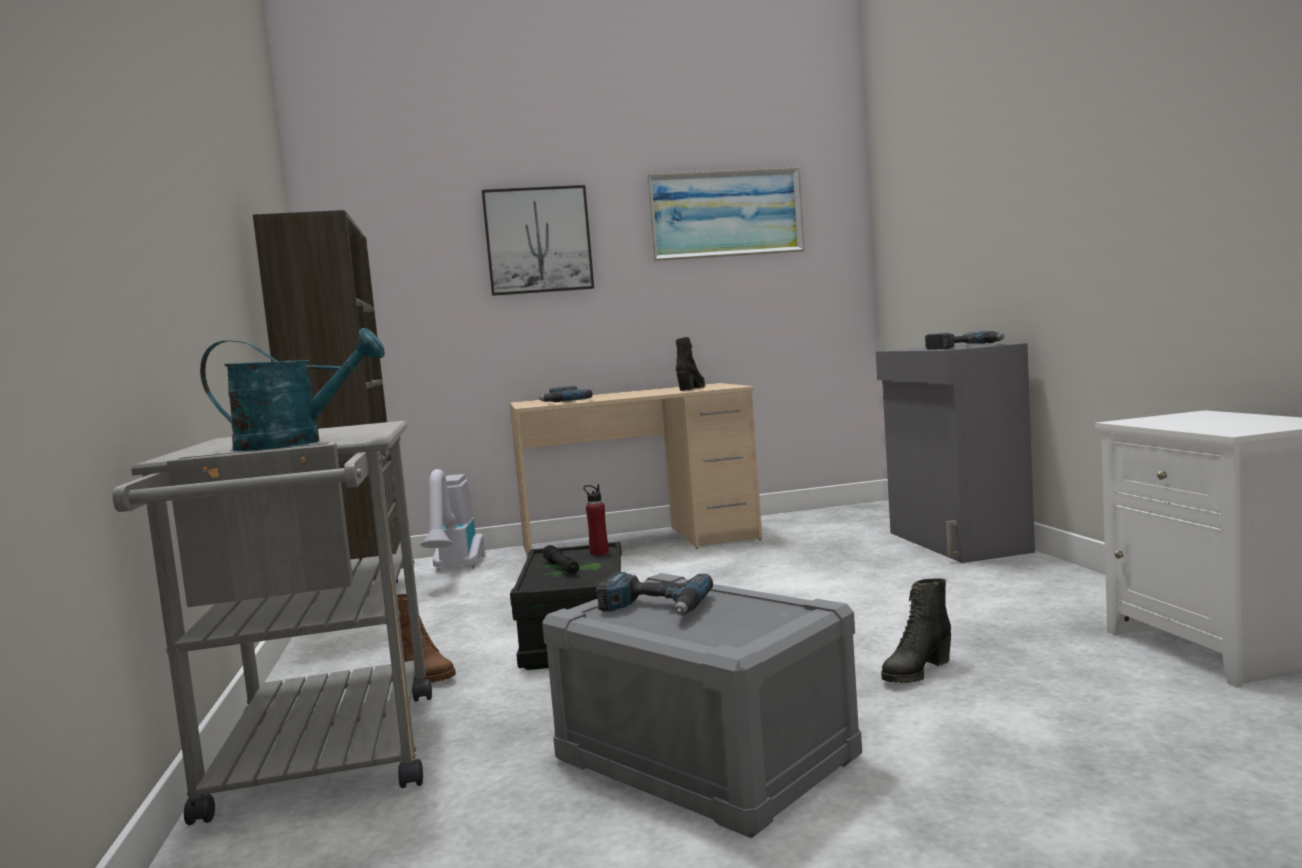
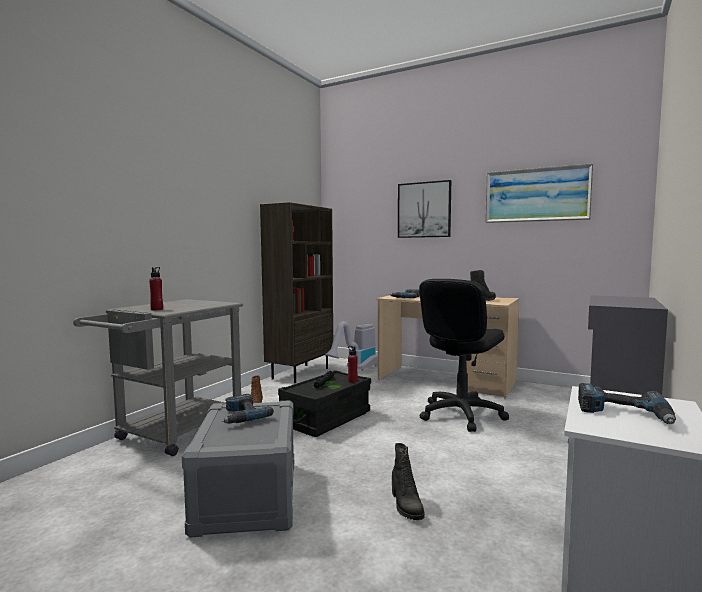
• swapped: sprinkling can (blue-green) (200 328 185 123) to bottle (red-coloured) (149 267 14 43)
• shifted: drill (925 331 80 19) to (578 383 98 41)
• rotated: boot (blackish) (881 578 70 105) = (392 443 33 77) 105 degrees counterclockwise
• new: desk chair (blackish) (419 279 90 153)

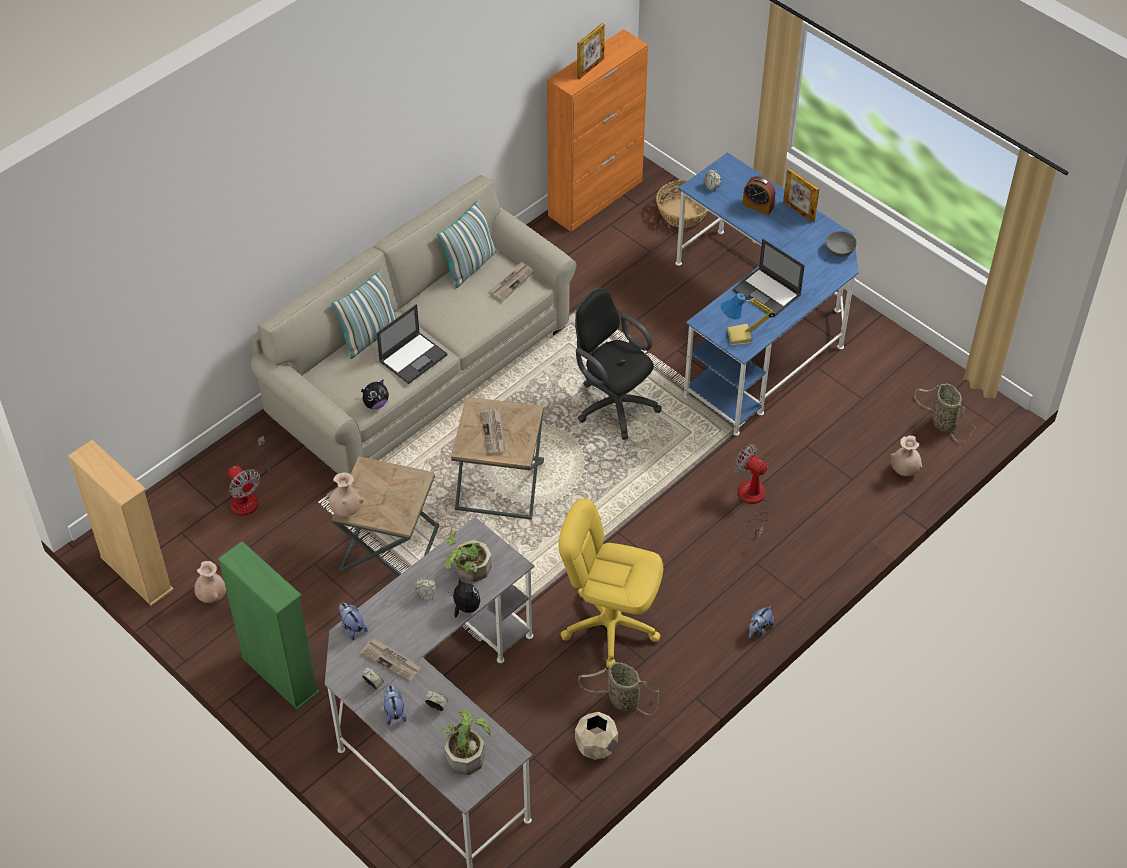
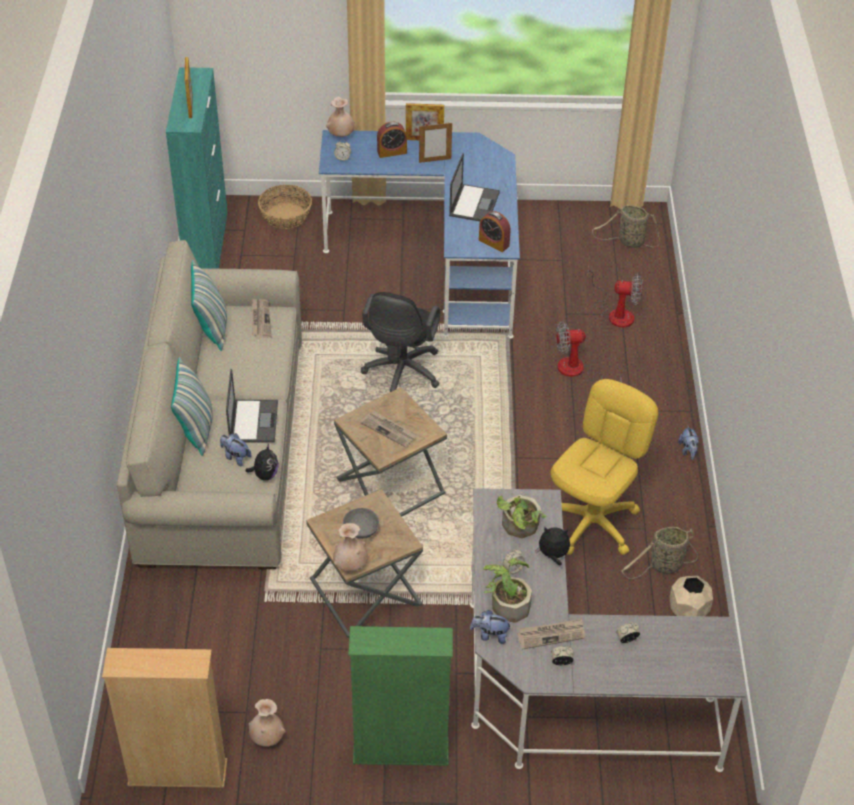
• repainted: storage cabinet (orange-coloured) (547 29 101 203) to storage cabinet (blue-green) (166 67 62 202)
• shifted: bowl (greyish) (825 231 32 26) to (343 508 36 31)
• rotated: portable computer (733 239 72 79) = (449 153 51 68) 75 degrees counterclockwise
• rotated: desk chair (blackish) (575 288 87 152) = (361 292 79 100) 75 degrees counterclockwise
• swapped: table lamp (721 293 54 52) to table clock (479 211 32 41)
• shifted: cooling fan (228 436 42 79) to (588 267 55 61)
• shifted: decorative vase (sand-coloured) (890 436 32 40) to (326 97 29 40)
• rotated: desk chair (yellowish) (558 498 105 169) = (551 379 107 176) 150 degrees clockwise
• shifted: soft toy (384 685 23 40) to (220 433 32 33)
• shifted: houseplant (438 709 53 66) to (484 558 48 65)
• new: picture frame (419 122 33 41)

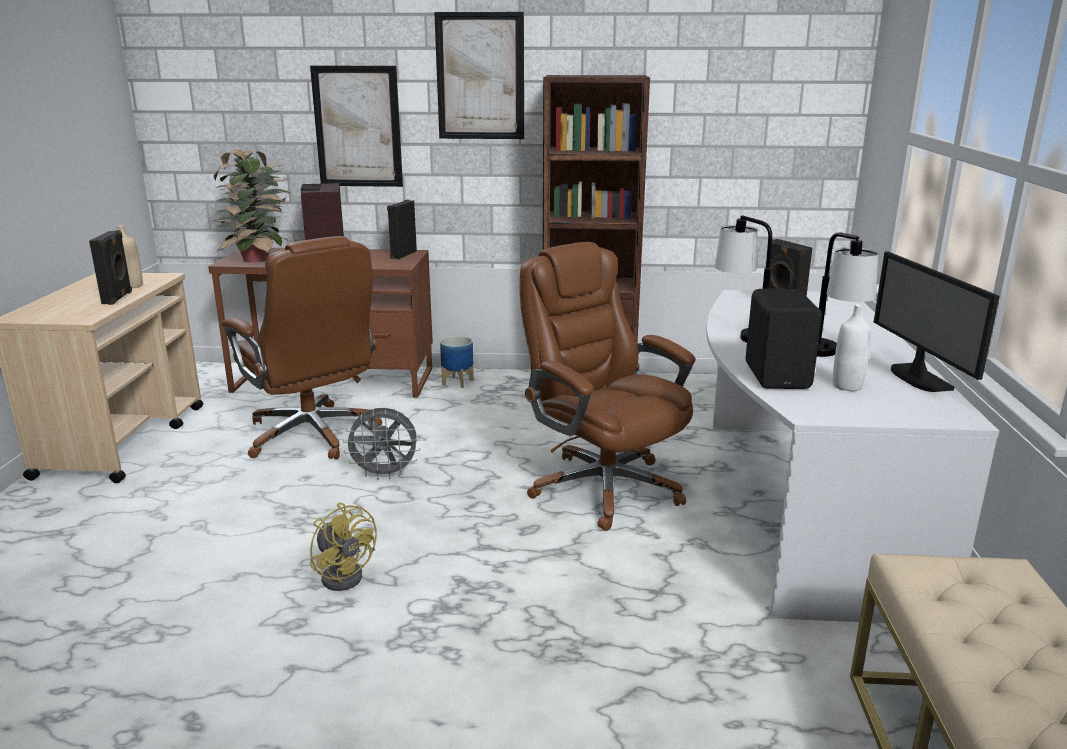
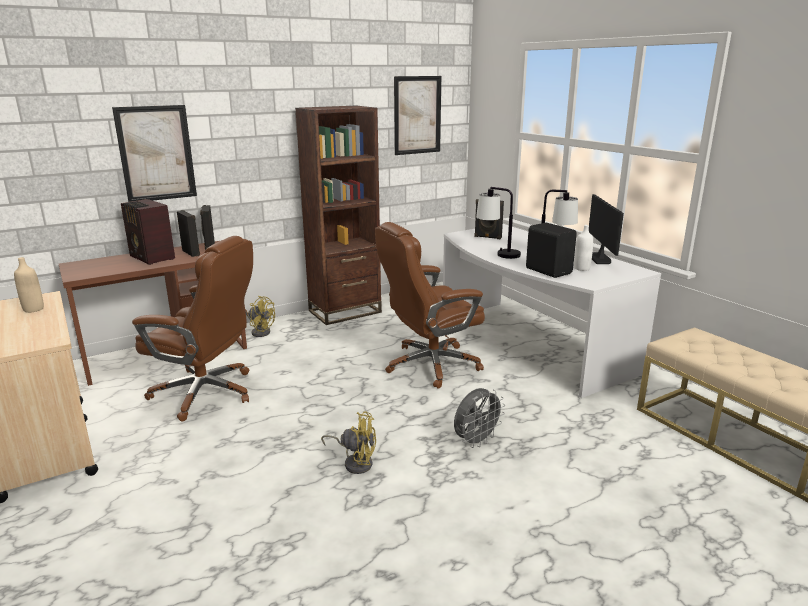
• shifted: wall art (434 12 90 127) to (394 76 47 79)
• gone: houseplant (213 149 79 114)
• shifted: loudspeaker (blackish) (89 230 43 75) to (177 210 23 47)
• rotated: desk chair (brown-coloured) (520 242 175 289) = (375 222 110 167) 45 degrees counterclockwise
• rotated: monitor (874 252 126 140) = (589 194 35 70) 135 degrees counterclockwise
• swapped: planter (440 336 33 52) to cooling fan (yellowish) (247 296 28 41)
• shifted: cooling fan (greyish) (343 408 78 72) to (454 388 51 60)

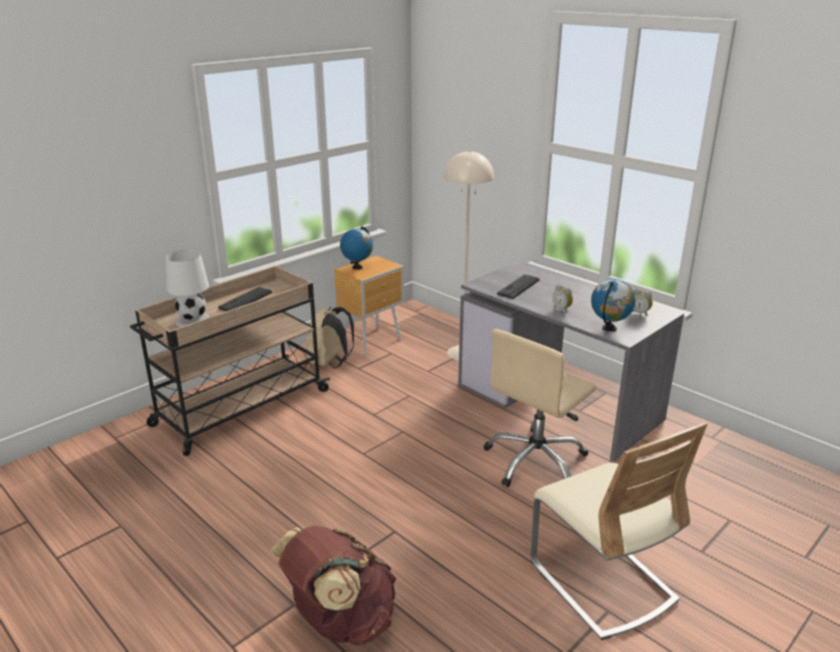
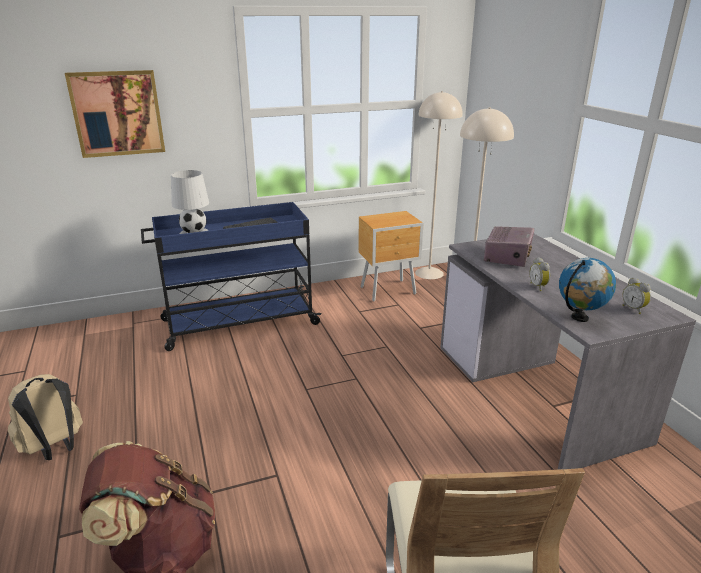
• gone: world globe (340 226 33 44)
• repainted: trolley (sand-coloured) (130 266 200 190) to trolley (bluish) (141 202 181 149)
• swapped: computer keyboard (497 274 42 25) to radio (484 226 50 41)
• shifted: knapsack (sand-coloured) (306 307 48 61) to (8 374 75 86)
• gone: desk chair (sand-coloured) (483 329 113 158)
• new: wall art (65 70 100 88)
• new: standing lamp (sand-coloured) (415 91 48 188)

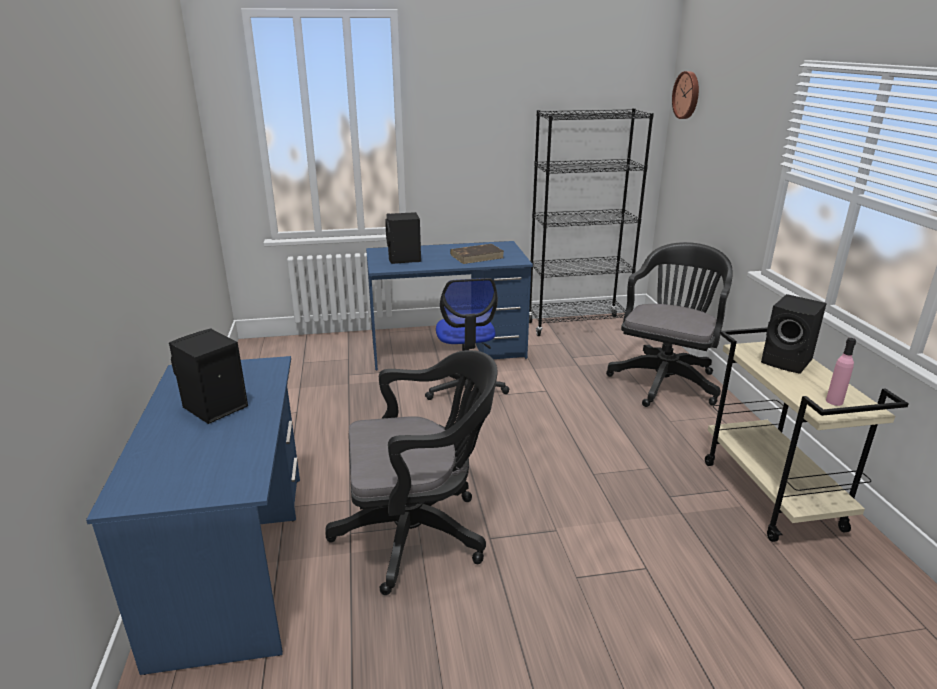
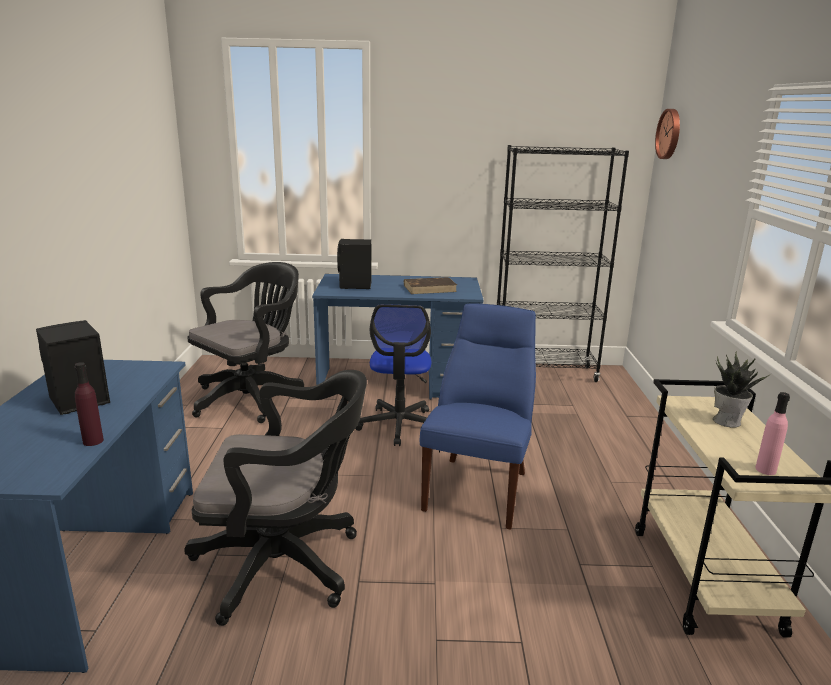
• shifted: desk chair (blackish) (606 242 126 165) to (187 262 117 161)
• swapped: loudspeaker (blackish) (761 294 66 80) to houseplant (713 351 58 77)
• new: plain chair (bluish) (420 304 116 225)
• new: bottle (purplish) (74 362 30 84)

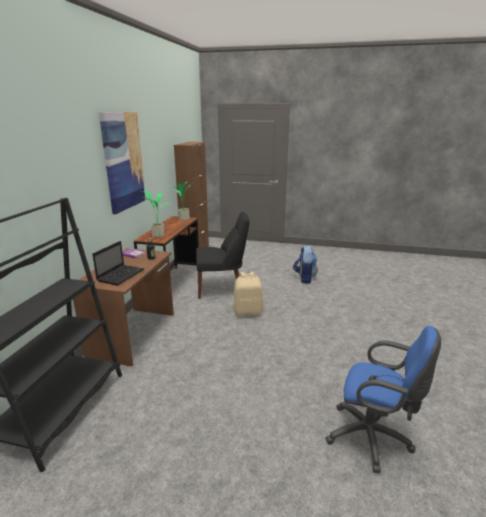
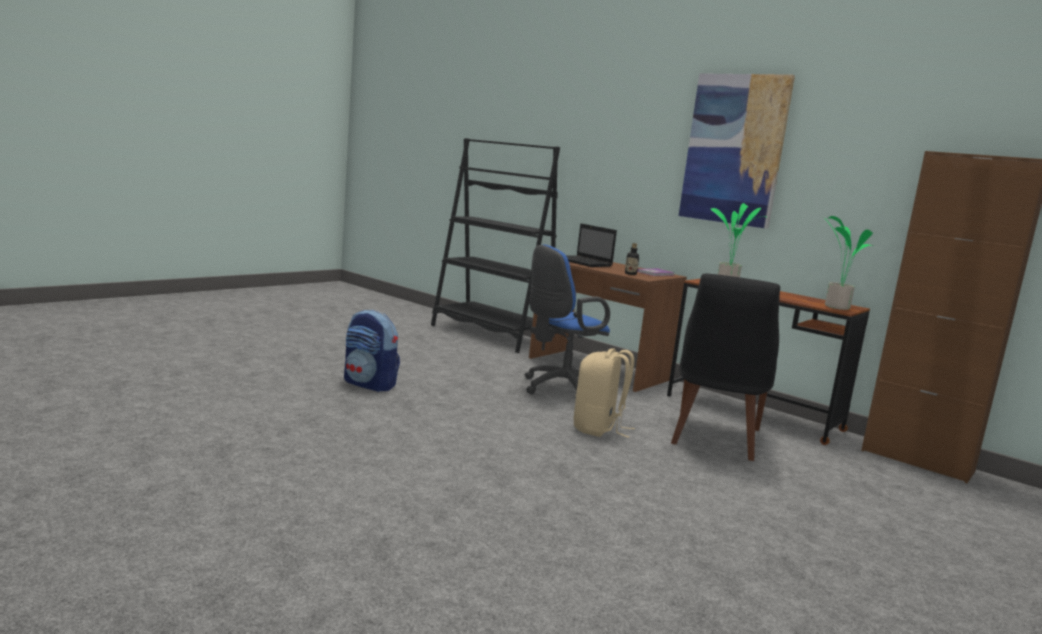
• shifted: knapsack (293 246 25 38) to (344 310 56 82)
• shifted: desk chair (bluish) (325 326 116 147) to (525 245 85 149)

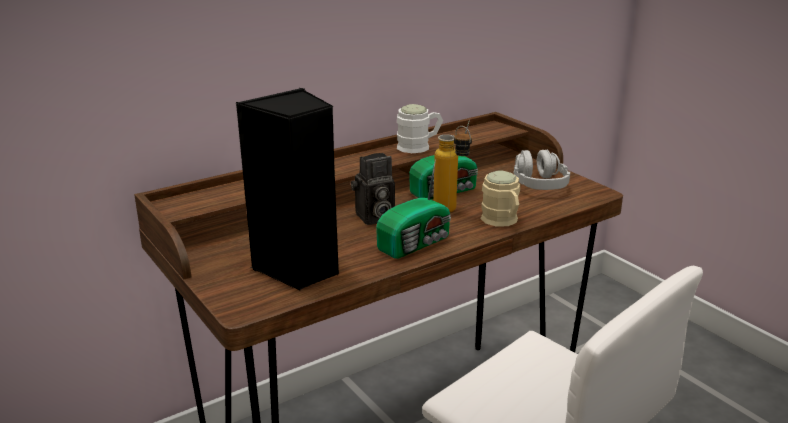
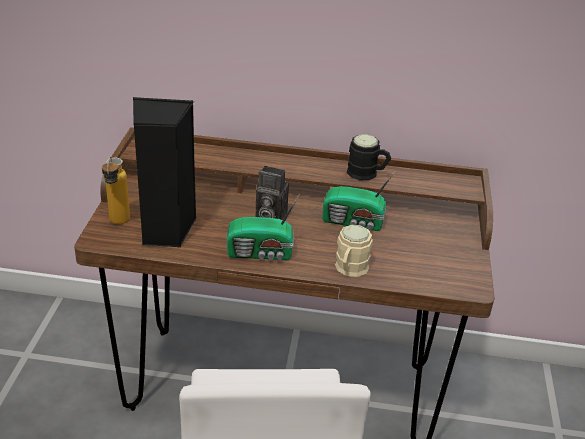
• repainted: tea mug (whitish) (397 104 46 49) to tea mug (blackish) (347 134 44 46)
• shifted: bottle (433 126 39 86) to (102 157 28 67)
• gone: pair of headphones (greyish) (513 150 57 40)

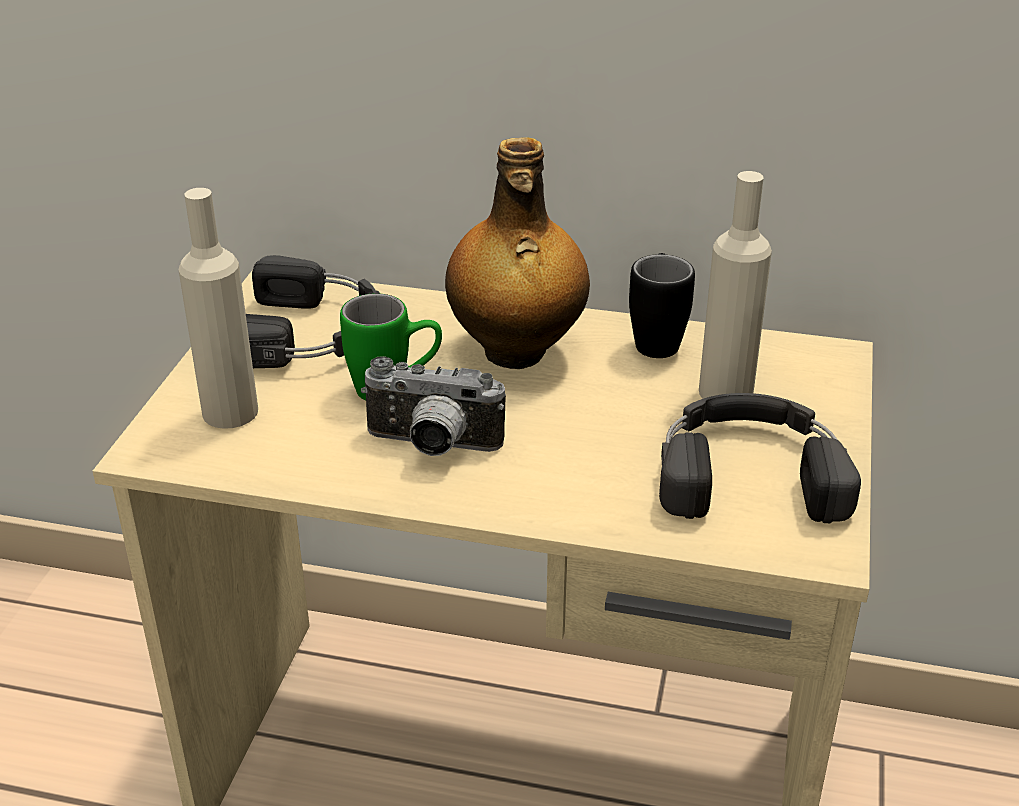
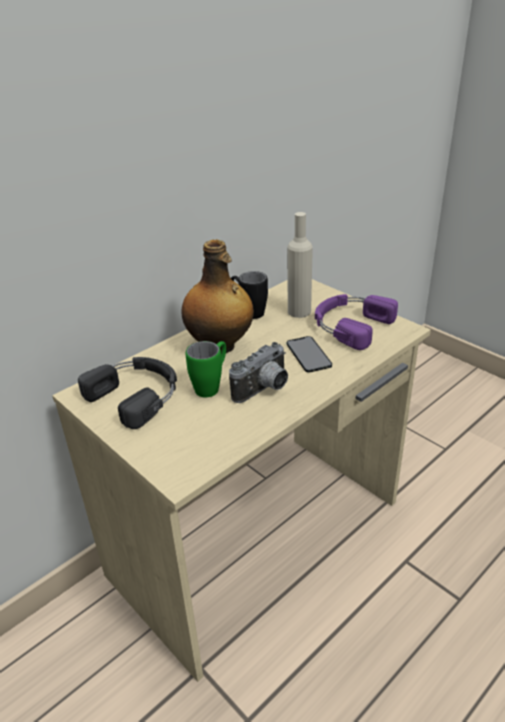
• gone: bottle (sand-coloured) (178 188 80 241)
• repainted: pair of headphones (blackish) (659 393 202 130) to pair of headphones (purplish) (315 294 83 56)
• new: telephone (287 336 45 37)

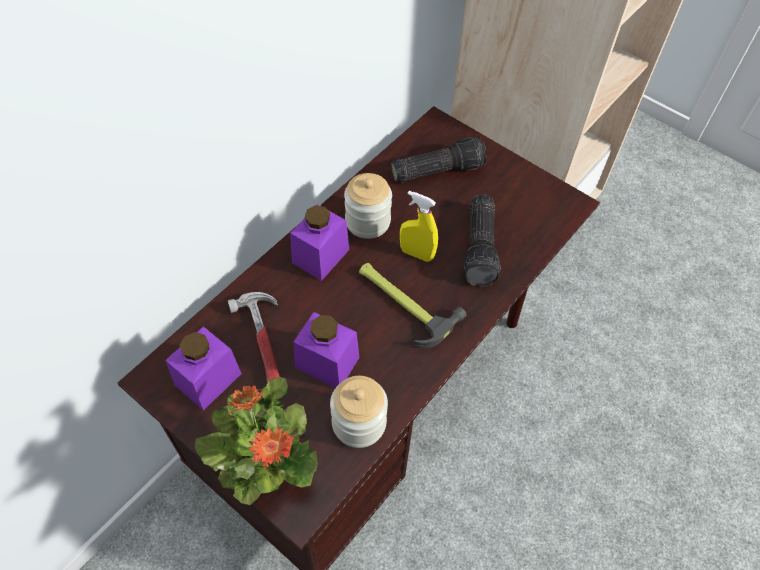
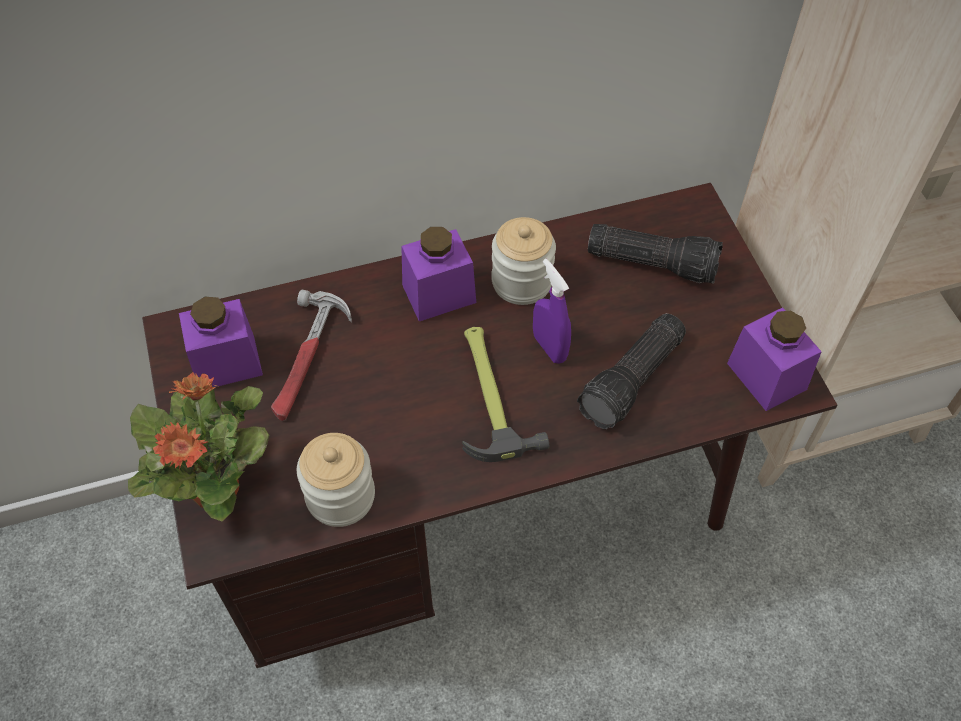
• repainted: hand sprayer (yellowish) (400 191 38 71) to hand sprayer (purplish) (533 259 38 104)
• shifted: jar (purplish) (293 312 67 76) to (727 307 95 104)

